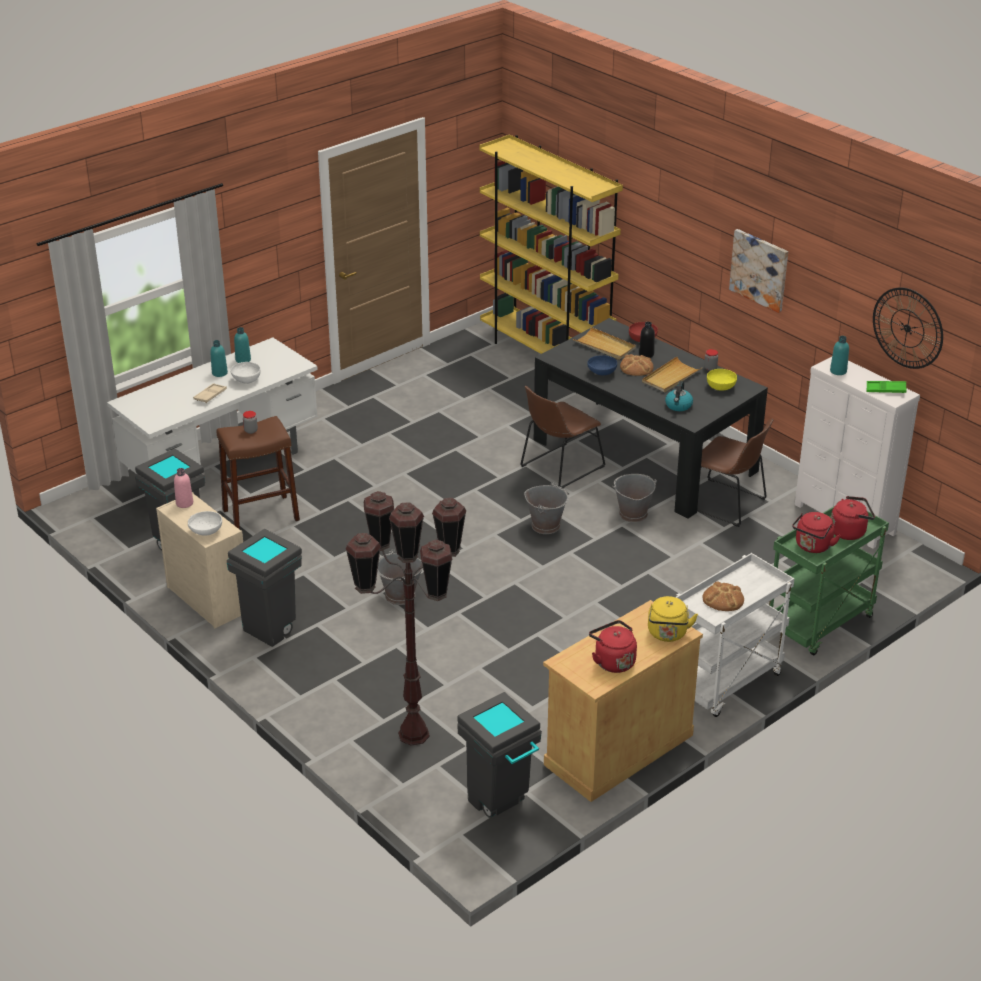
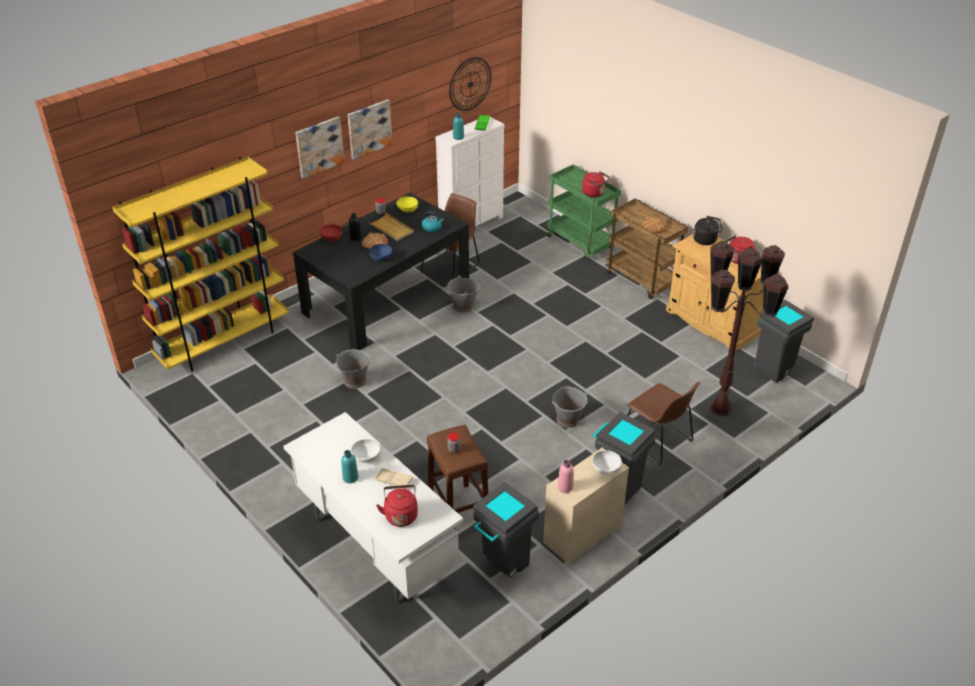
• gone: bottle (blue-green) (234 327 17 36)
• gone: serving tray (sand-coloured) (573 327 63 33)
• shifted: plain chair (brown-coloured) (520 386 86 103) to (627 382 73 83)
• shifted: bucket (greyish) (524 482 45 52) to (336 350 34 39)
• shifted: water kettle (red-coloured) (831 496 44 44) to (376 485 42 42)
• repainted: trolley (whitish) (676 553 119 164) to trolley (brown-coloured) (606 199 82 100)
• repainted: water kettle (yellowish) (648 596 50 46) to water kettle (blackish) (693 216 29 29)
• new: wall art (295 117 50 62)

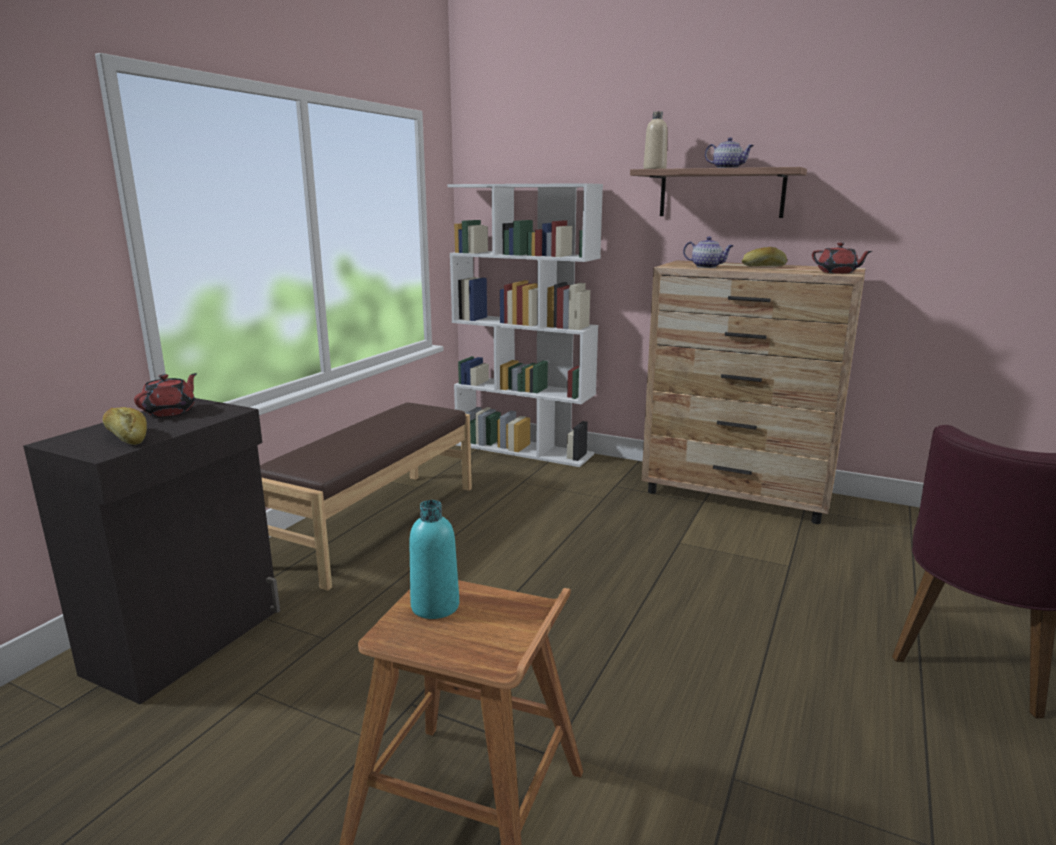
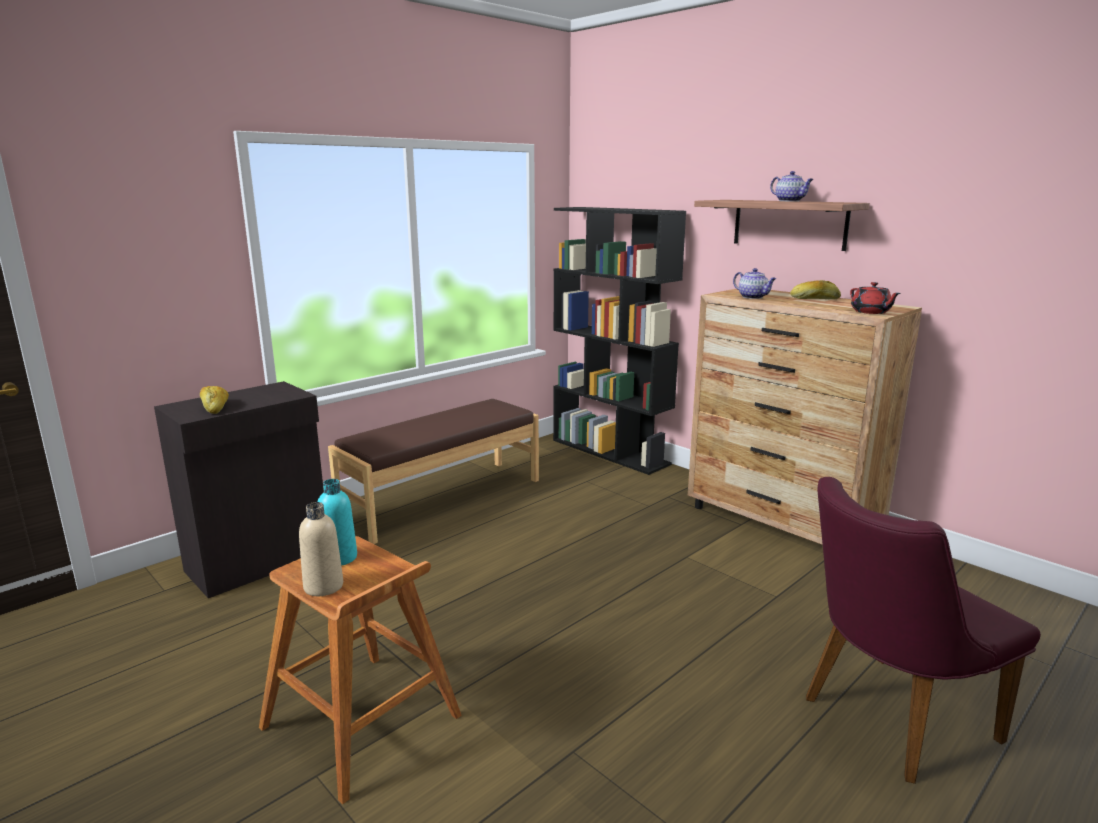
• shifted: bottle (sand-coloured) (643 111 25 58) to (299 502 44 94)
• repainted: bookcase (whitish) (447 183 156 284) to bookcase (blackish) (553 207 133 268)
• gone: teapot (red-coloured) (134 373 63 43)

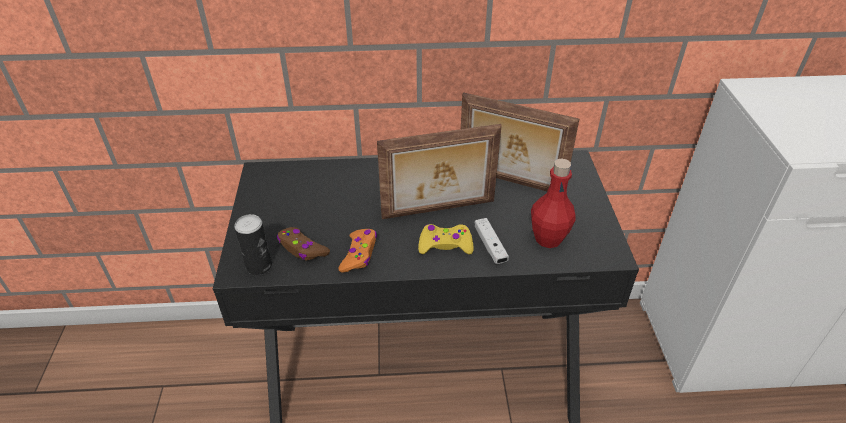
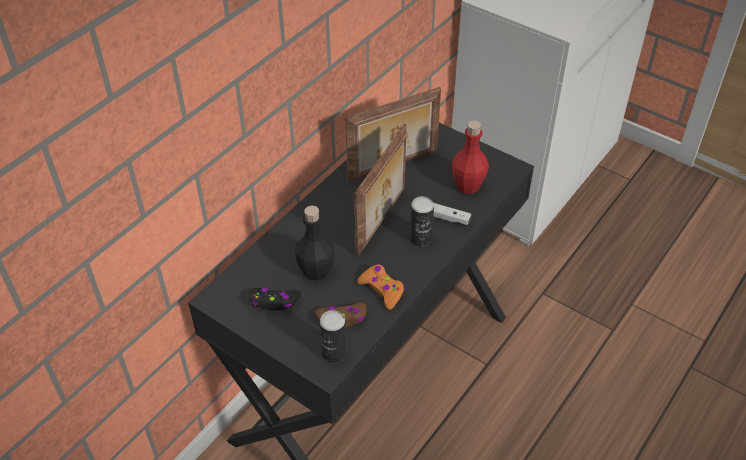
• swapped: game controller (yellowish) (418 224 56 31) to sealed can (410 196 24 51)
• new: bottle (blackish) (295 205 40 76)
• new: game controller (blackish) (249 288 52 23)

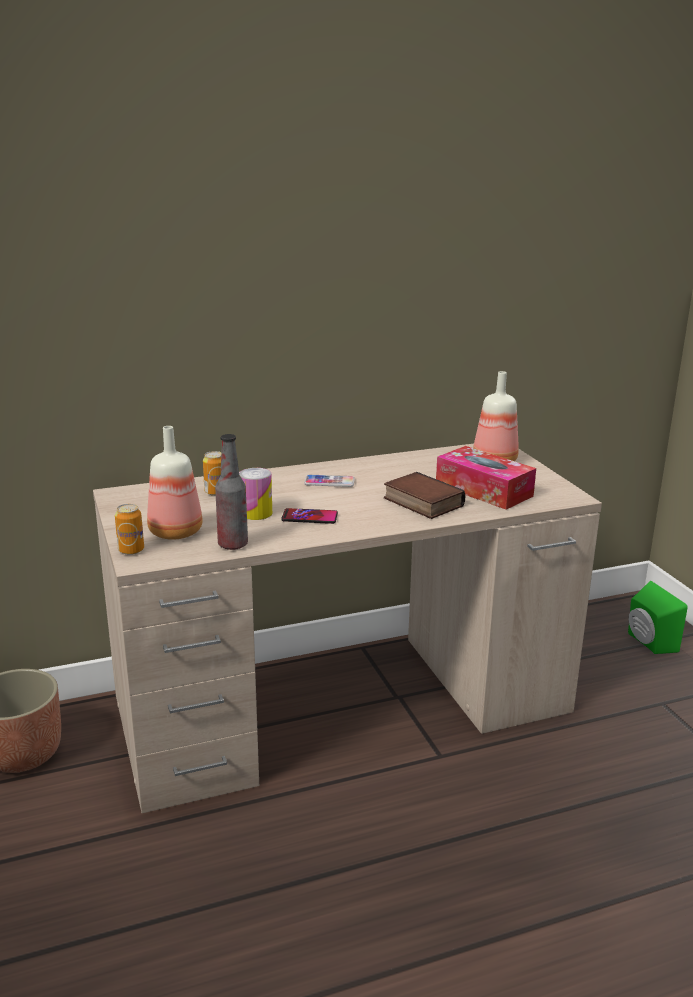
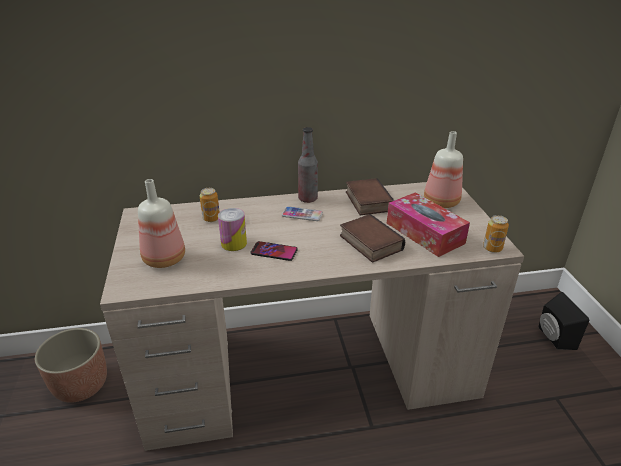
• shifted: bottle (215 434 33 116) to (298 127 20 76)
• shifted: sealed can (115 504 29 51) to (483 215 26 38)
• repainted: loudspeaker (green) (628 581 60 73) to loudspeaker (blackish) (538 292 51 58)
• new: book (346 178 48 37)

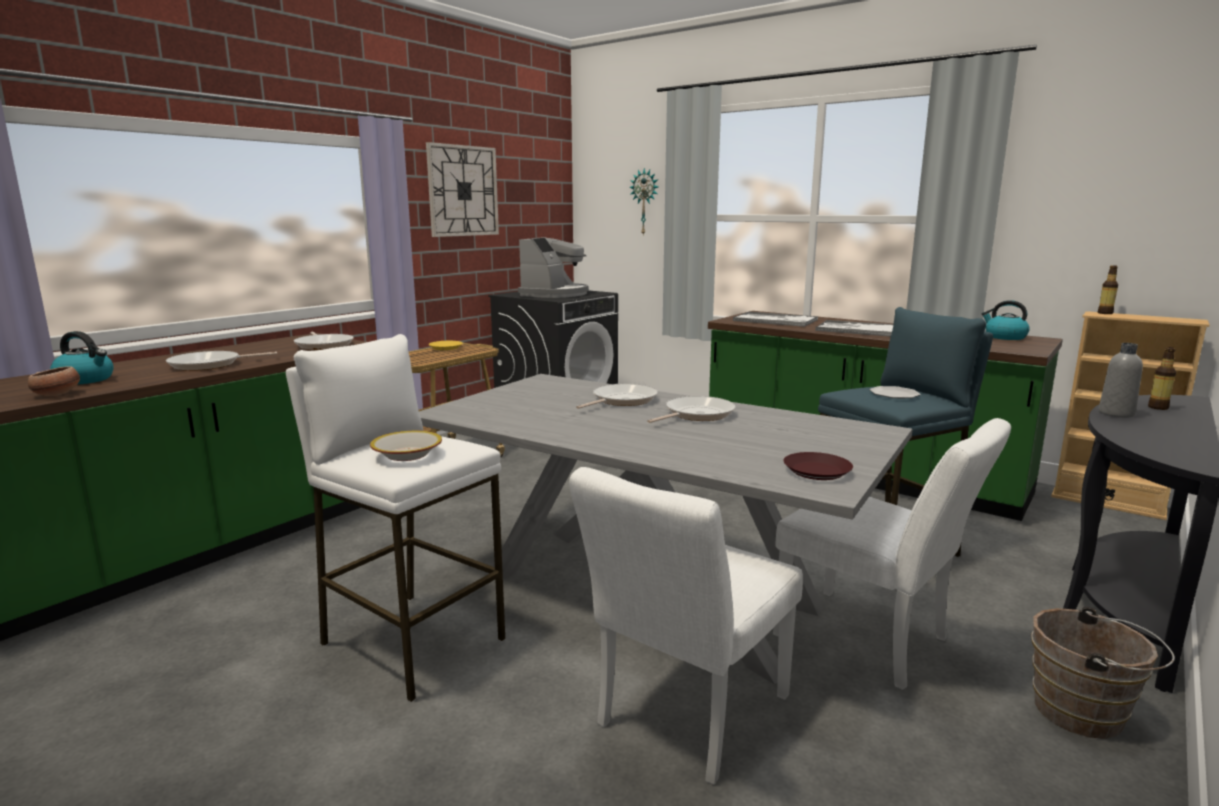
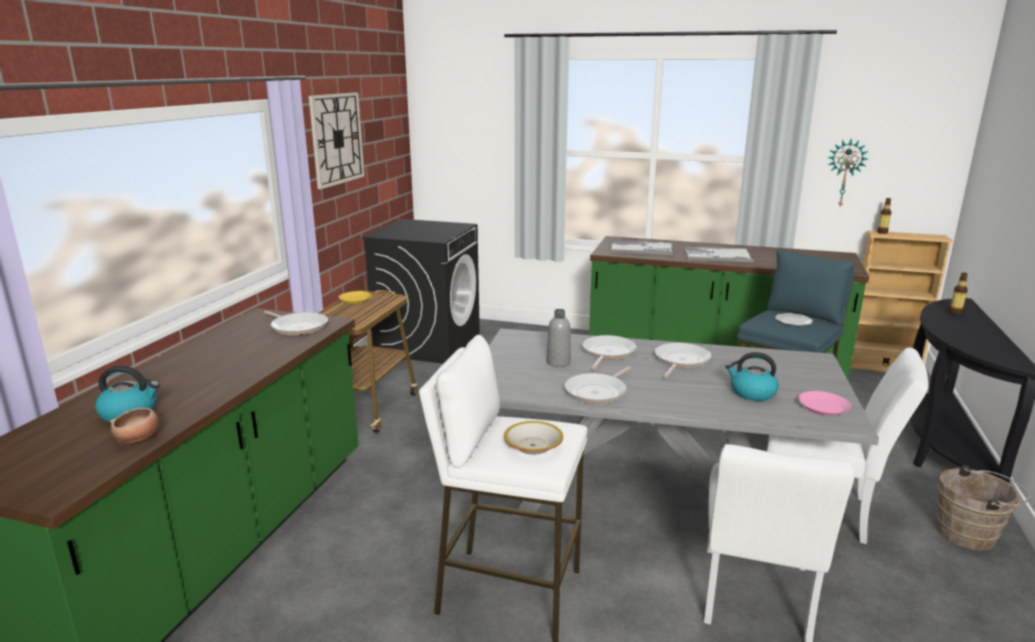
• shifted: wall clock (629 168 29 67) to (827 139 42 68)
• gone: coffee maker (518 237 71 61)
• shifted: water kettle (982 300 48 40) to (725 352 54 49)
• shifted: bottle (greyish) (1099 343 44 75) to (547 309 24 58)
• shifted: skillet (166 351 111 20) to (564 367 67 37)
• repainted: dinner plate (brown-coloured) (783 452 70 28) to dinner plate (pink) (798 391 53 25)

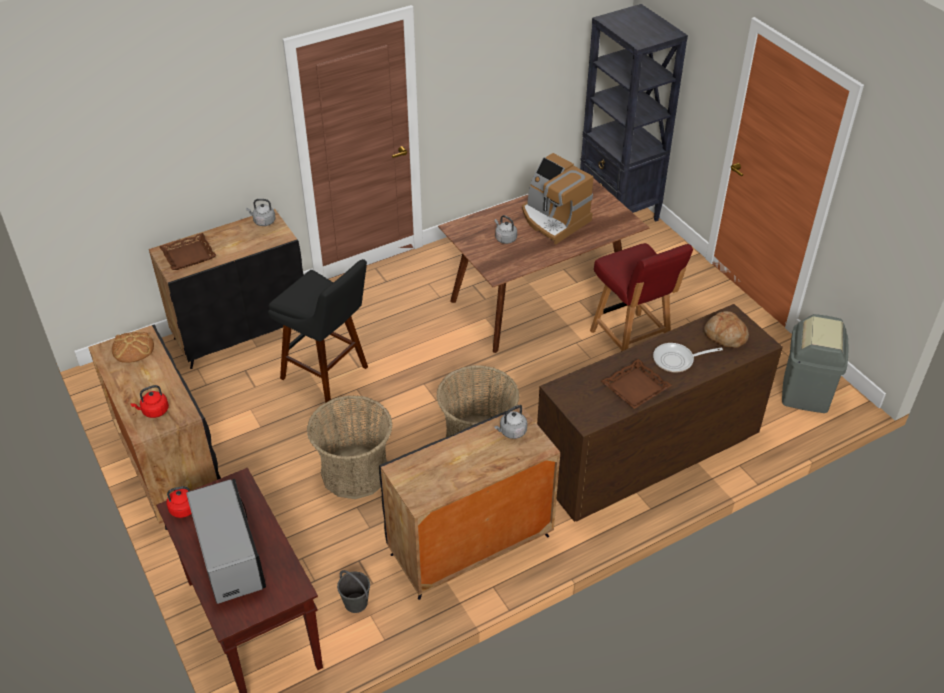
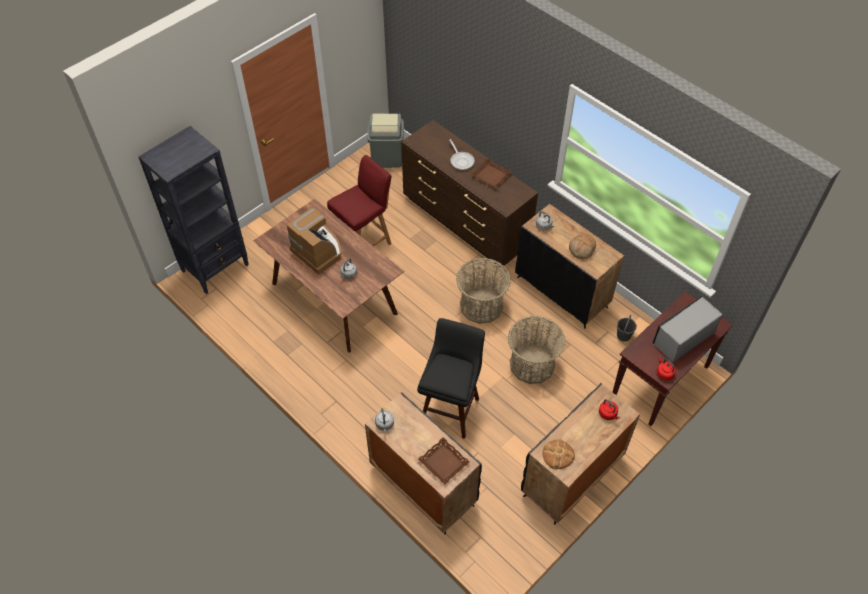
• rotated: coffee maker (522 153 72 92) = (287 208 55 67) 75 degrees counterclockwise
• shifted: baked bread (704 311 45 37) to (569 234 27 25)

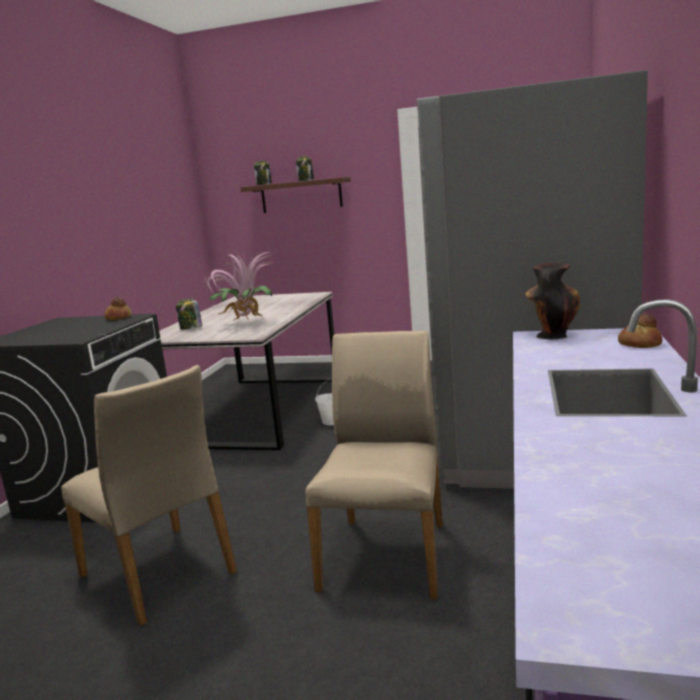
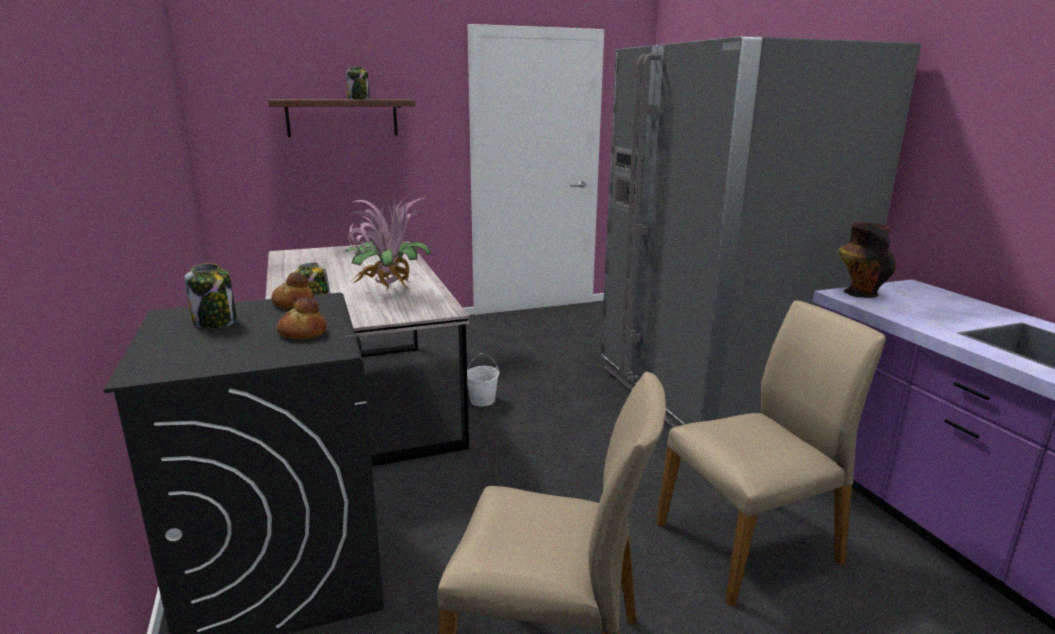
• shifted: jar (254 160 18 25) to (184 263 53 66)
• shifted: baked bread (618 314 44 34) to (277 297 50 42)
• rotated: plain chair (sand-coloured) (306 331 137 269) = (656 301 230 305) 90 degrees clockwise

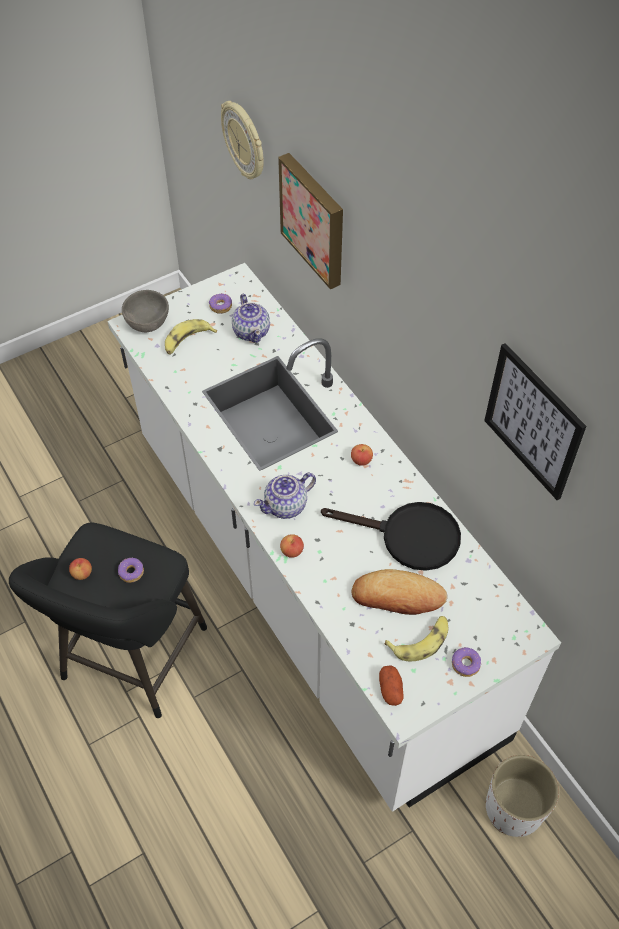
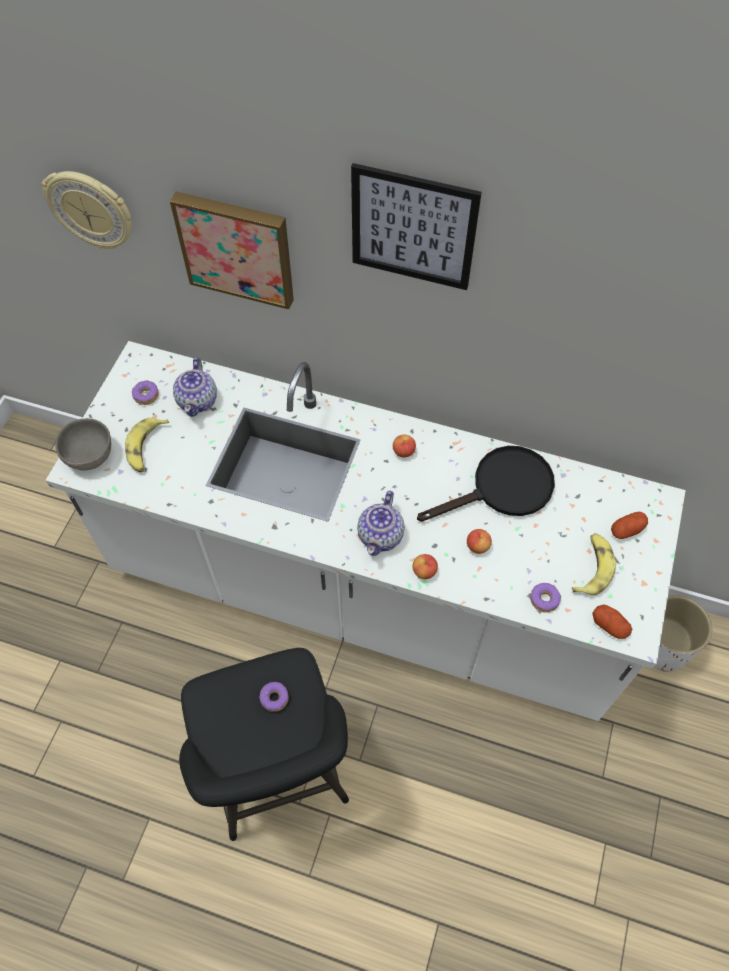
• rotated: teapot (232 294 38 49) = (173 357 44 60) 60 degrees clockwise
• shifted: wall art (484 343 102 157) to (351 163 131 127)
• shifted: apple fruit (69 558 23 22) to (467 529 25 25)
• gone: baked bread (352 569 96 46)
• shifted: ring doughnut (452 647 29 30) to (530 583 31 30)
• new: potato (611 512 37 27)

